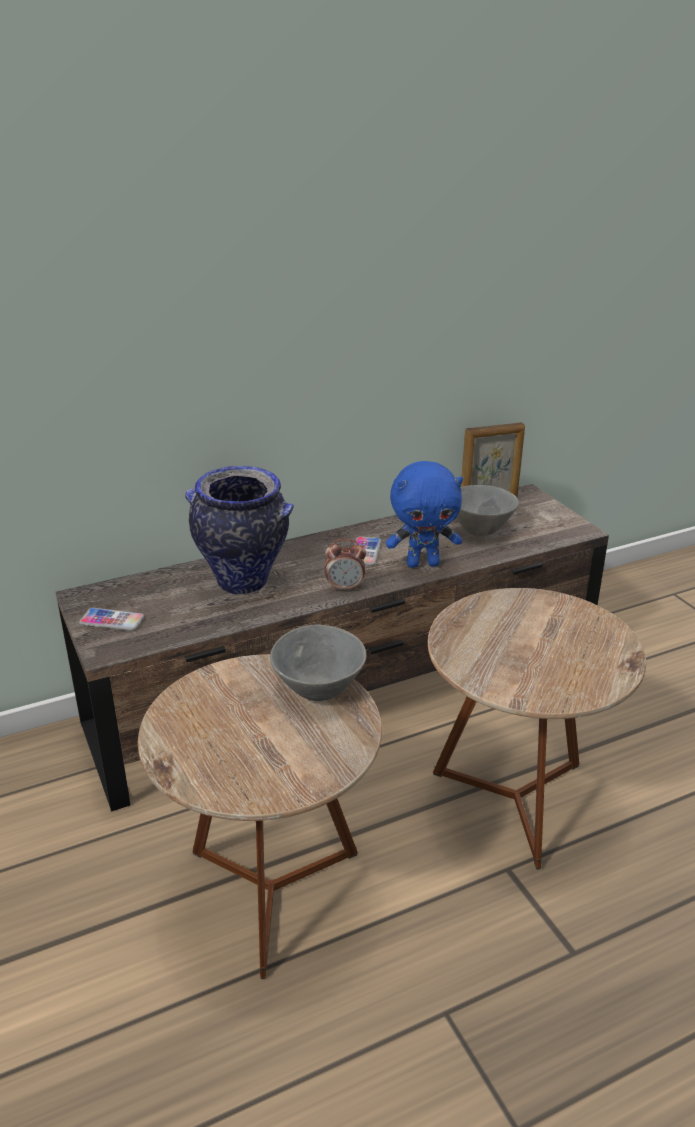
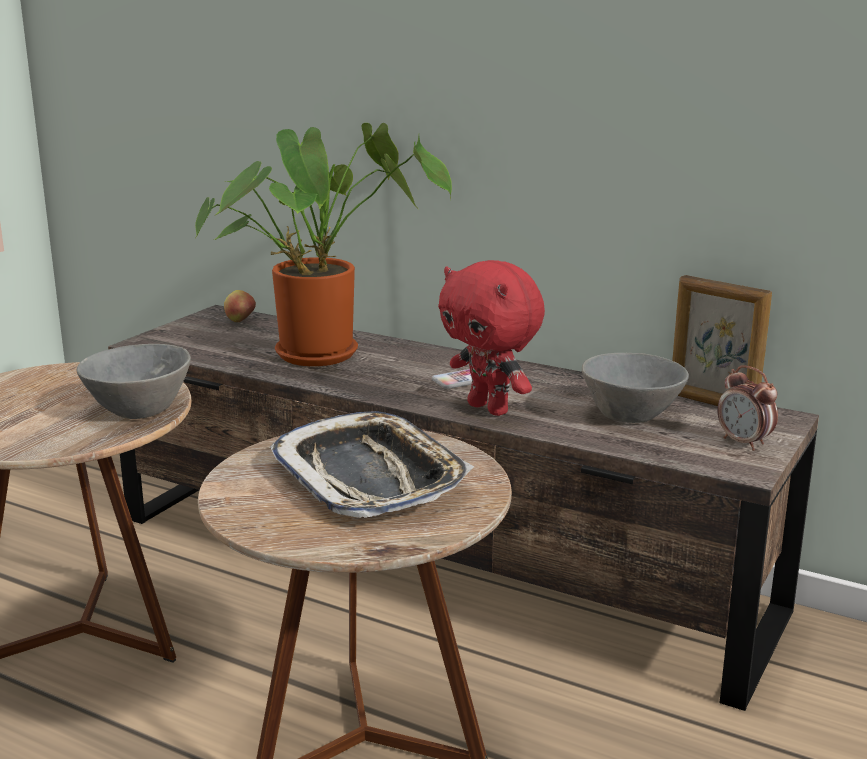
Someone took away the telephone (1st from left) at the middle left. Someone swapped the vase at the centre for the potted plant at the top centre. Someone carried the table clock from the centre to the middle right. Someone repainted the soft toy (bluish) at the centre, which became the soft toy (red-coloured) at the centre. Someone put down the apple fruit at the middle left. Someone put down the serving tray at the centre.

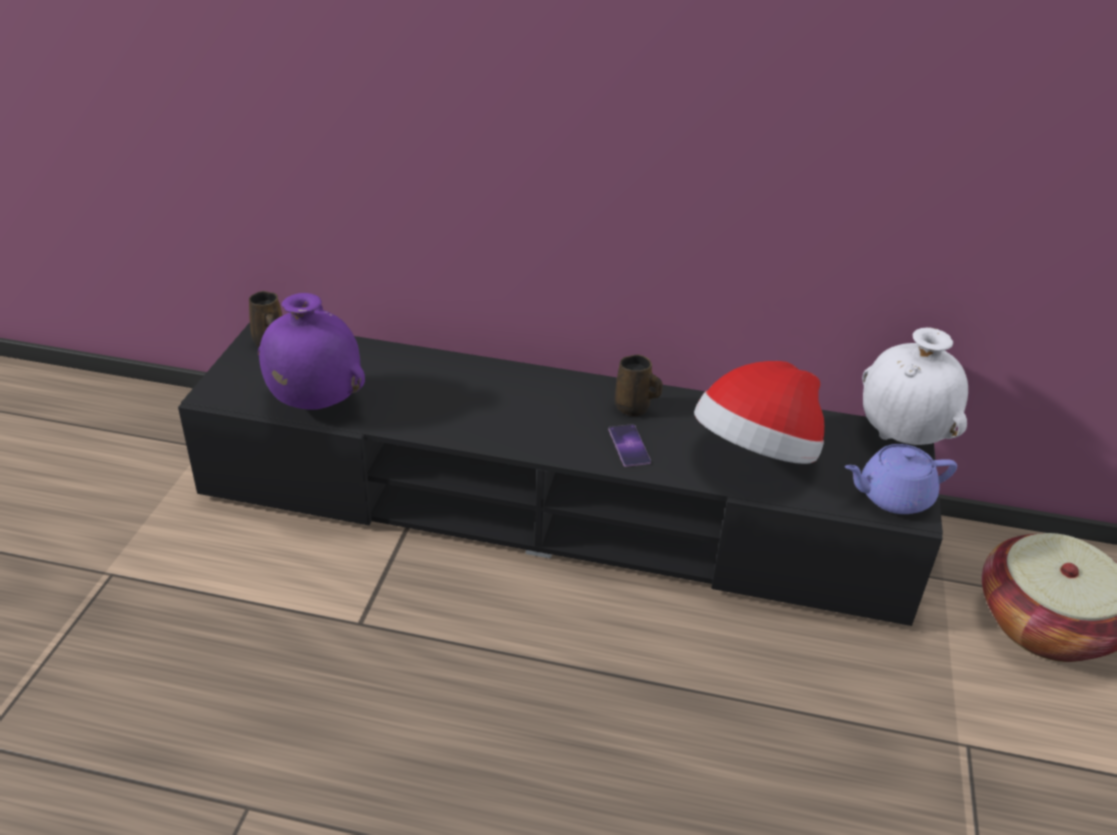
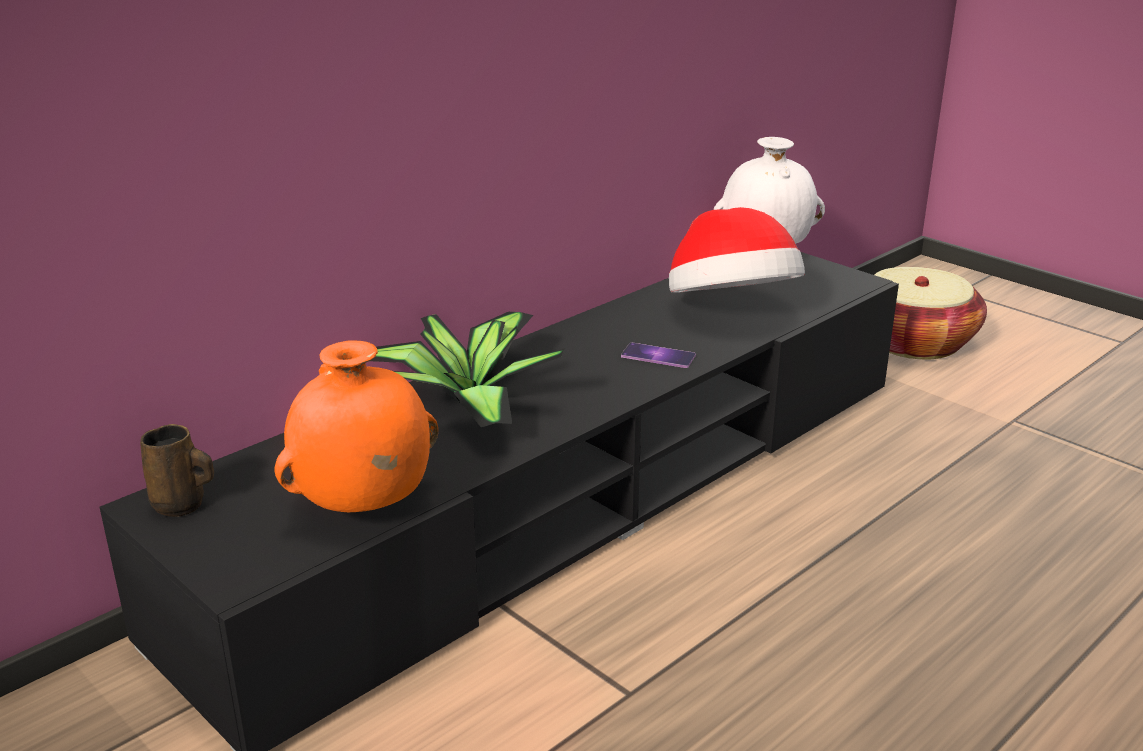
Someone repainted the vase (purple-coloured) at the middle left, which became the vase (orangey) at the middle left. Someone took away the mug (brown) (2nd from left) at the centre. Someone took away the teapot (purple-coloured) at the middle right. Someone put down the potted plant at the centre.

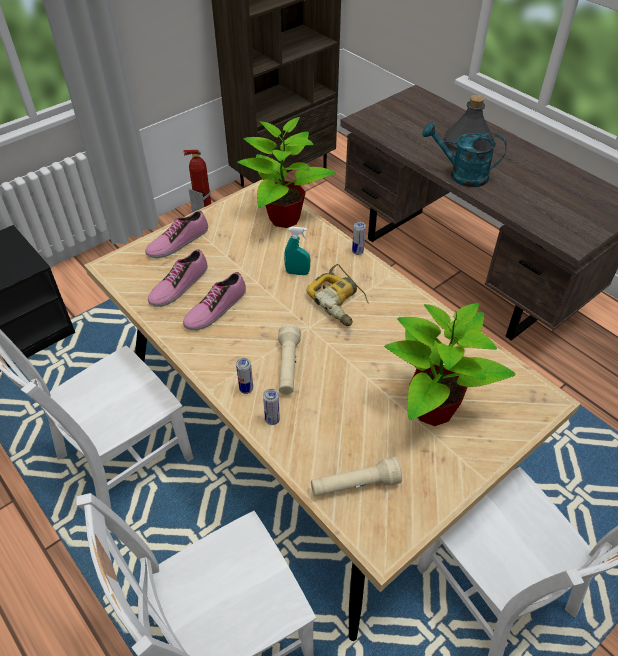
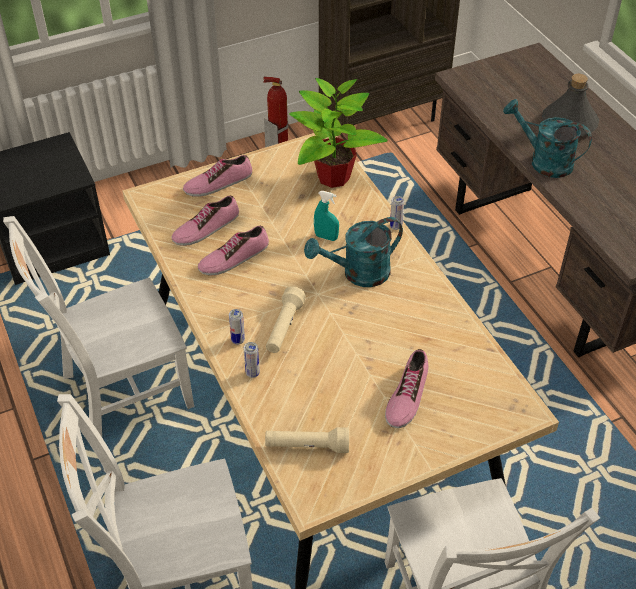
Someone swapped the drill at the centre for the sprinkling can (turquoise) (1st from left) at the centre. Someone swapped the potted plant (2nd from left) at the middle right for the low shoe (4th from left) at the centre.

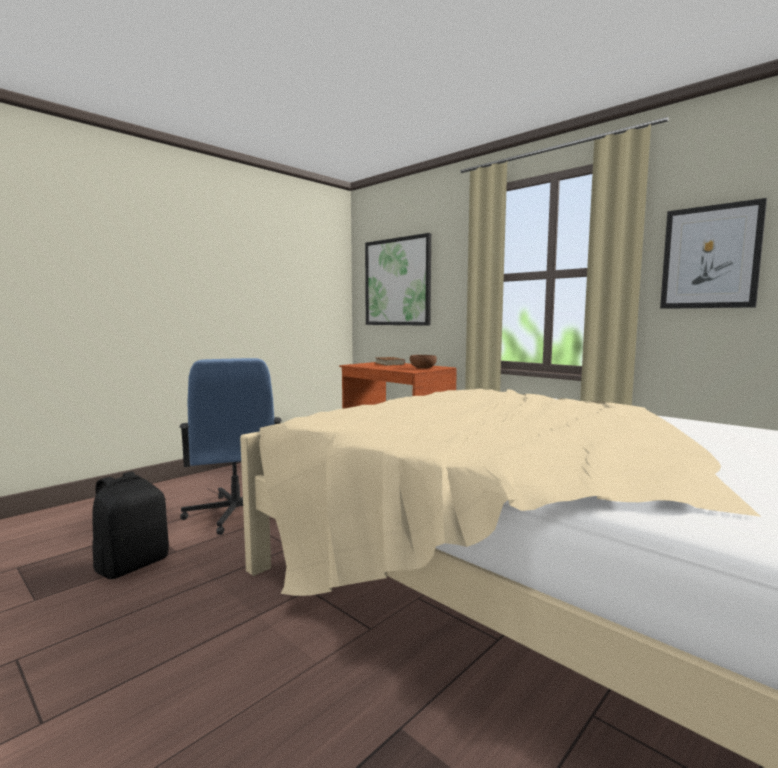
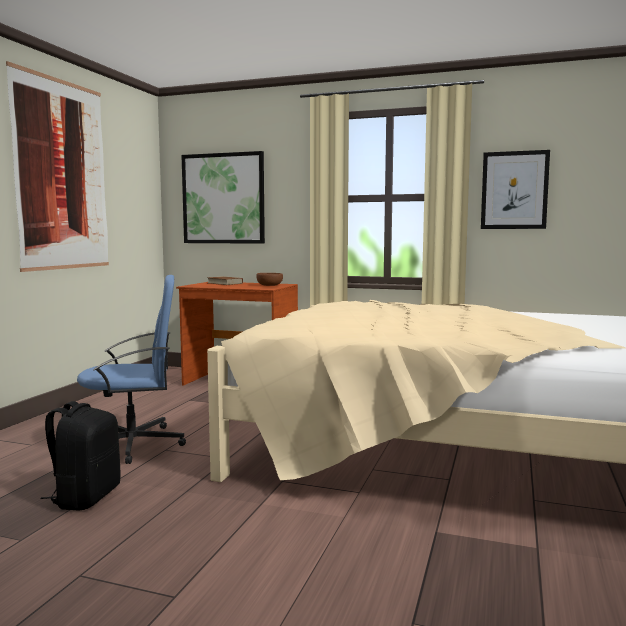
Someone rotated the computer chair (bluish) at the middle left by 60 degrees counterclockwise. Someone put up the wall art (1st from left) at the top left.

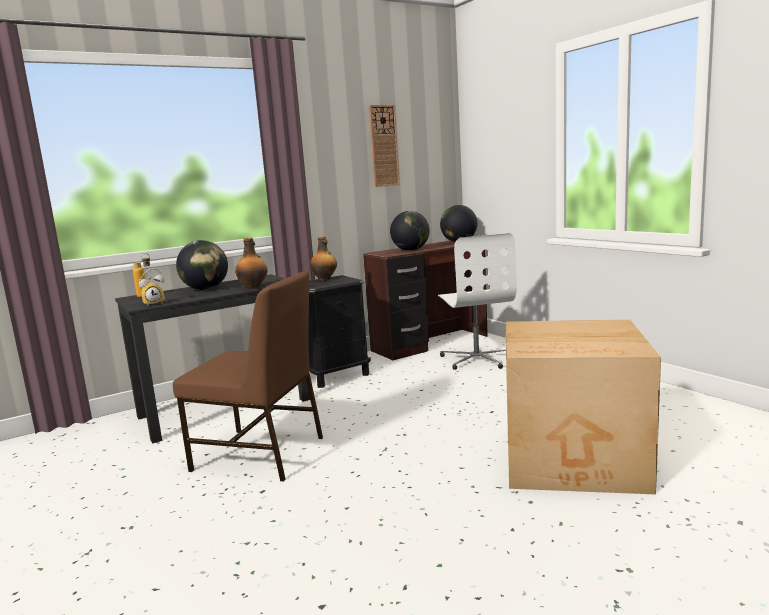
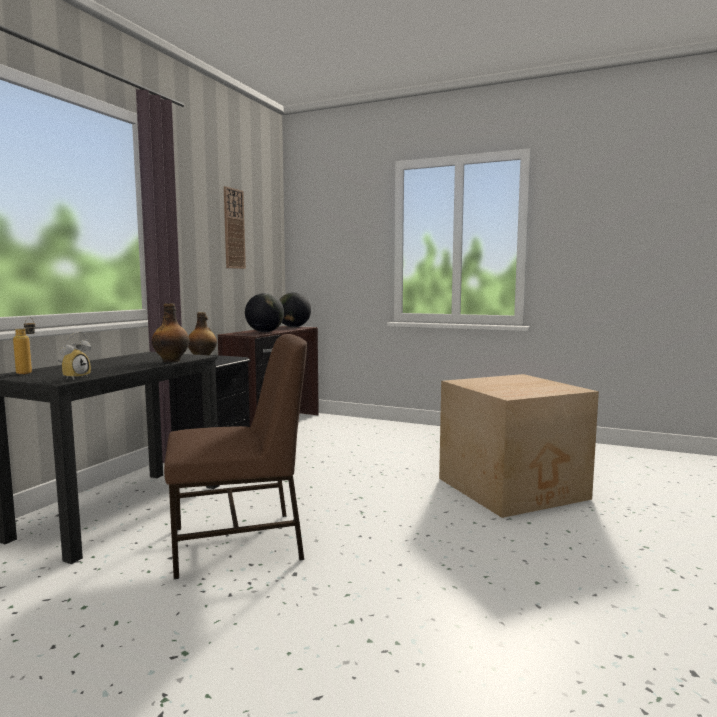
Someone took away the desk globe (1st from left) at the middle left. Someone took away the computer chair (white) at the centre.

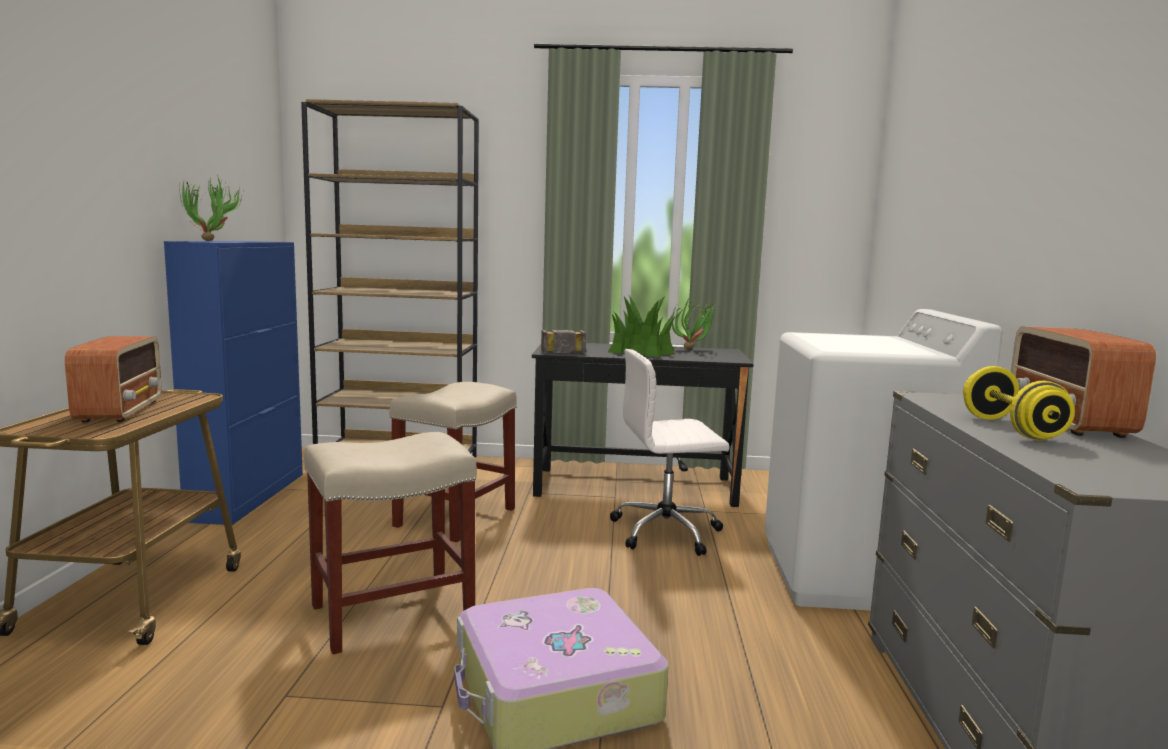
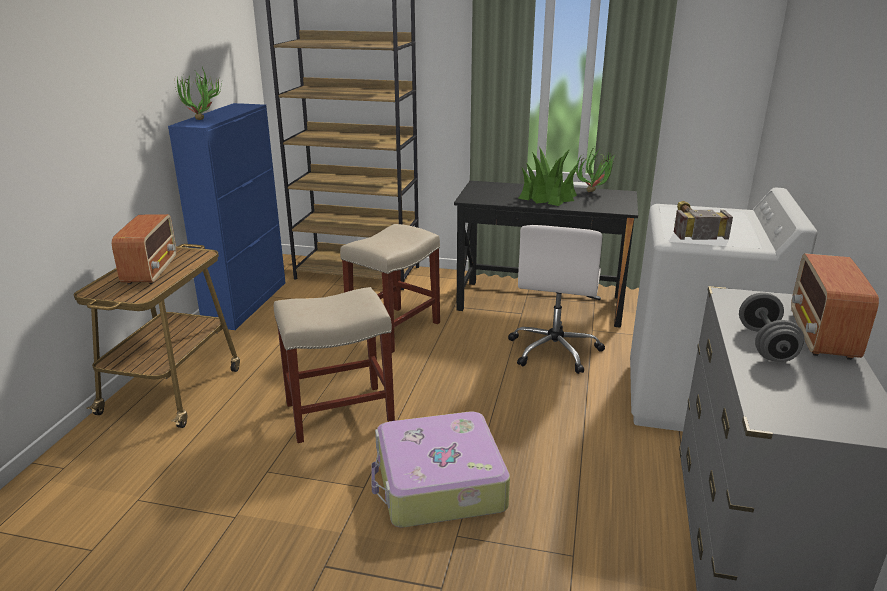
Someone carried the tool hammer from the centre to the middle right. Someone rotated the computer chair (white) at the centre by 75 degrees counterclockwise. Someone repainted the dumbbell (yellow) at the middle right, which became the dumbbell (grey) at the middle right.

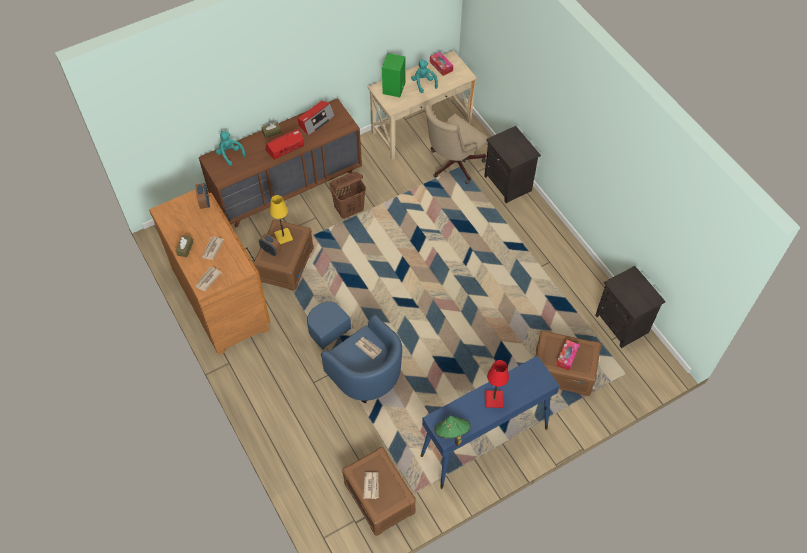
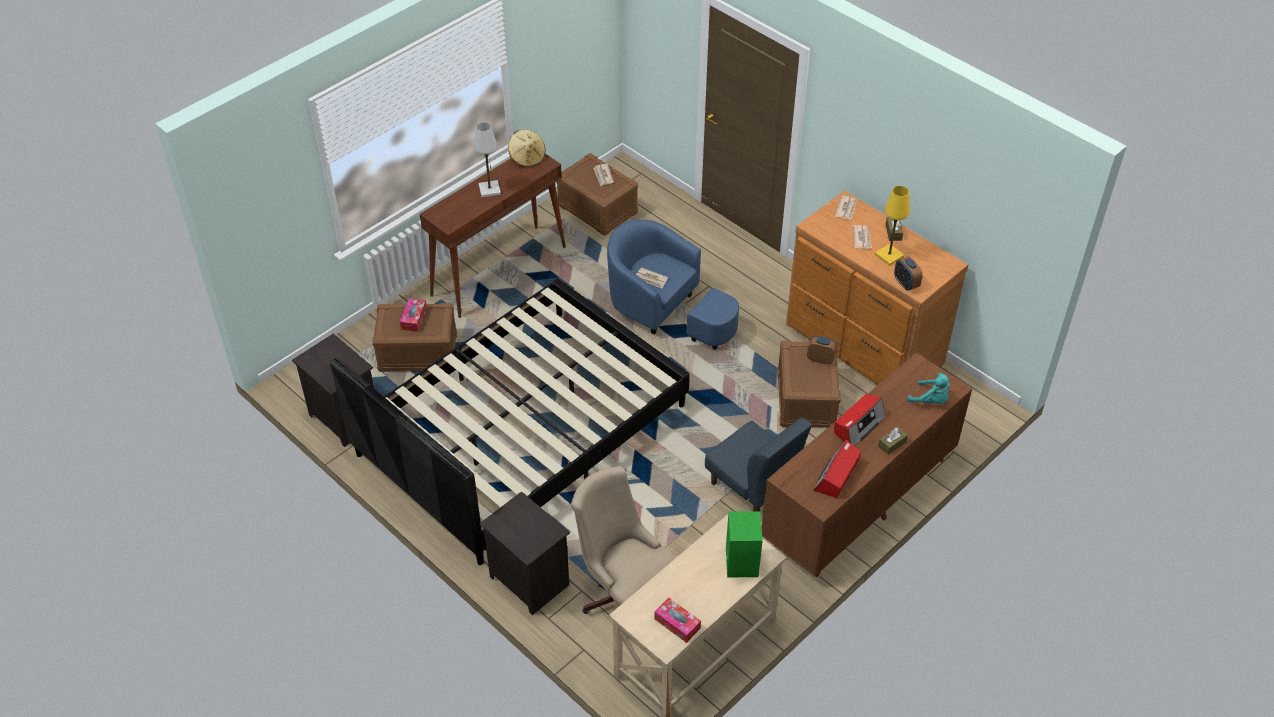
Someone carried the table lamp (yellow) from the centre to the top right. Someone swapped the hamper (brown) at the centre for the plain chair (bluish) at the centre. Someone took away the soft toy (turquoise) (2nd from left) at the top centre. Someone repainted the console table (bluish) at the bottom centre, which became the console table (brown) at the top centre. Someone rotated the computer chair (sand-coloured) at the top centre by 75 degrees counterclockwise. Someone repainted the clothing hat (green-coloured) at the bottom centre, which became the clothing hat (sand-coloured) at the top centre. Someone repainted the table lamp (red-coloured) at the bottom centre, which became the table lamp (white) at the top centre. Someone put down the sleeping bed (blackish) at the centre.

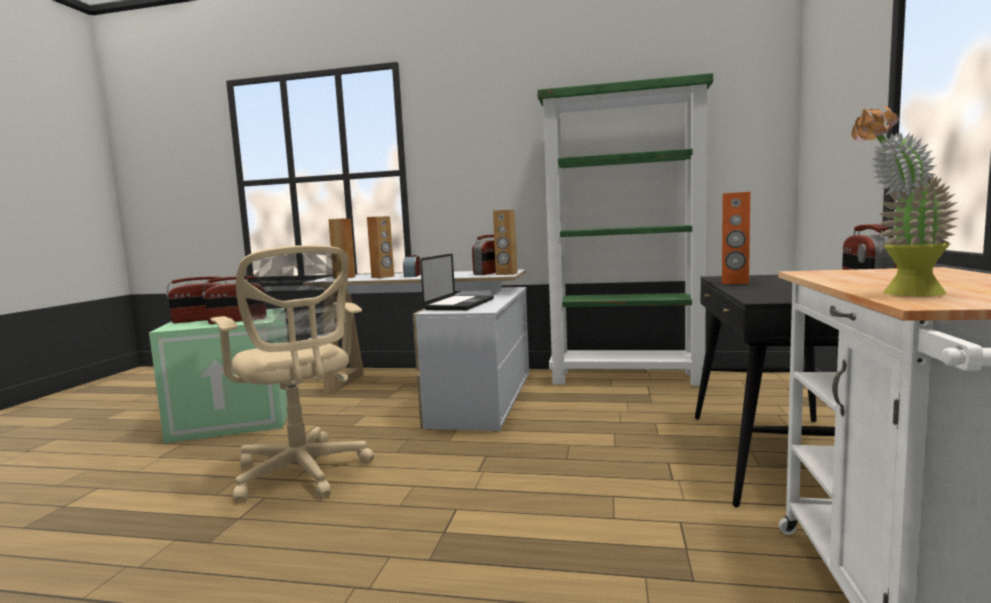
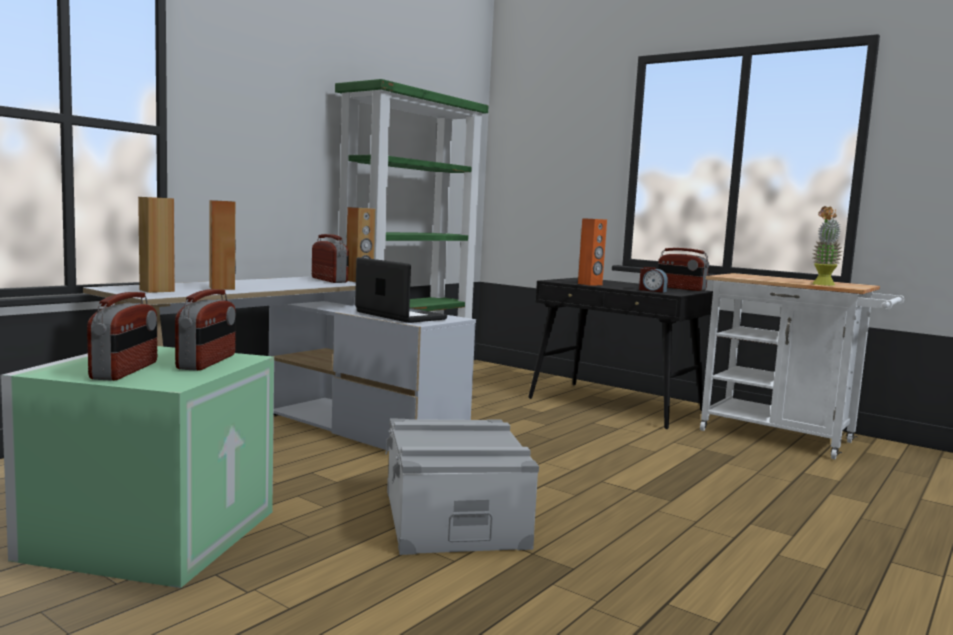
Someone swapped the computer chair (sand-coloured) at the middle left for the storage box (grey) at the bottom centre. Someone carried the table clock from the centre to the middle right.

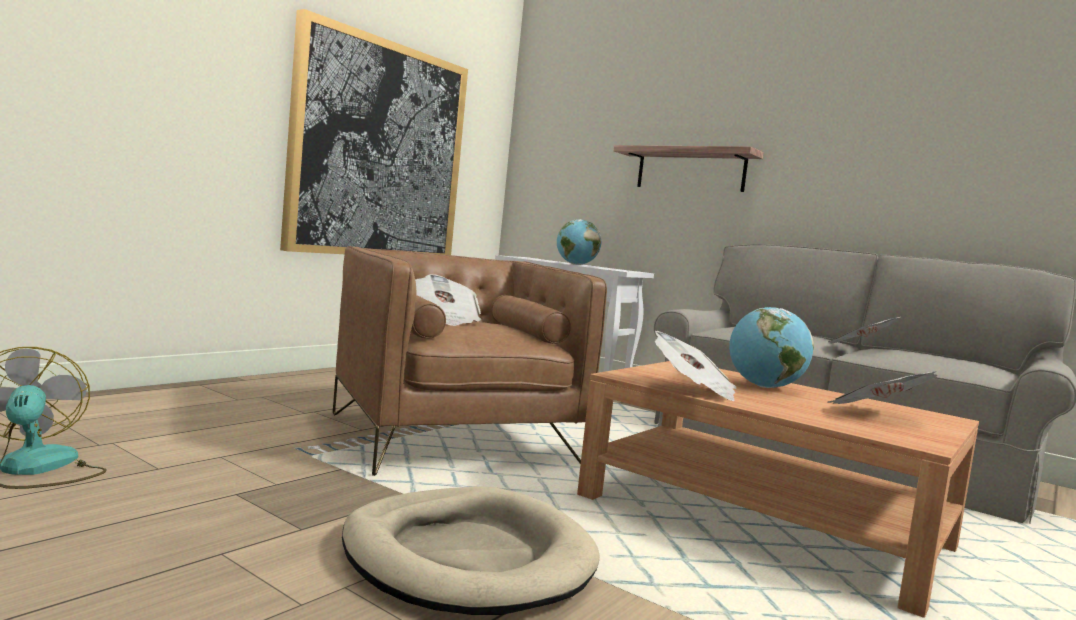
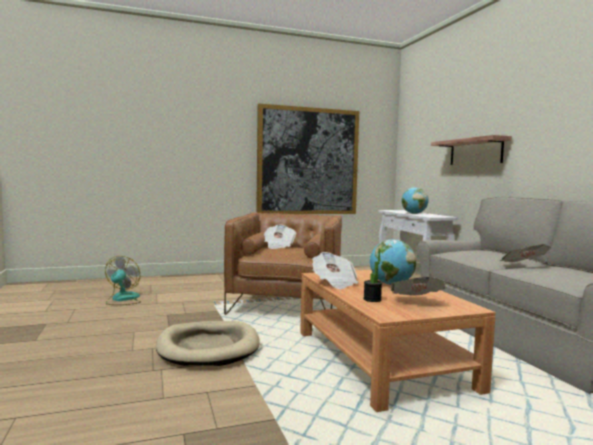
Someone put down the potted plant at the centre.

